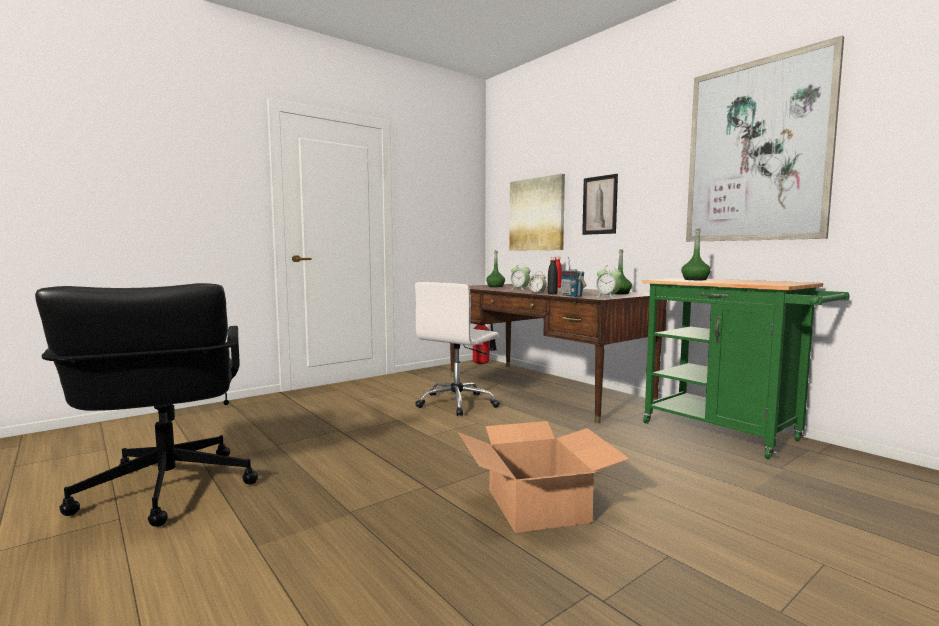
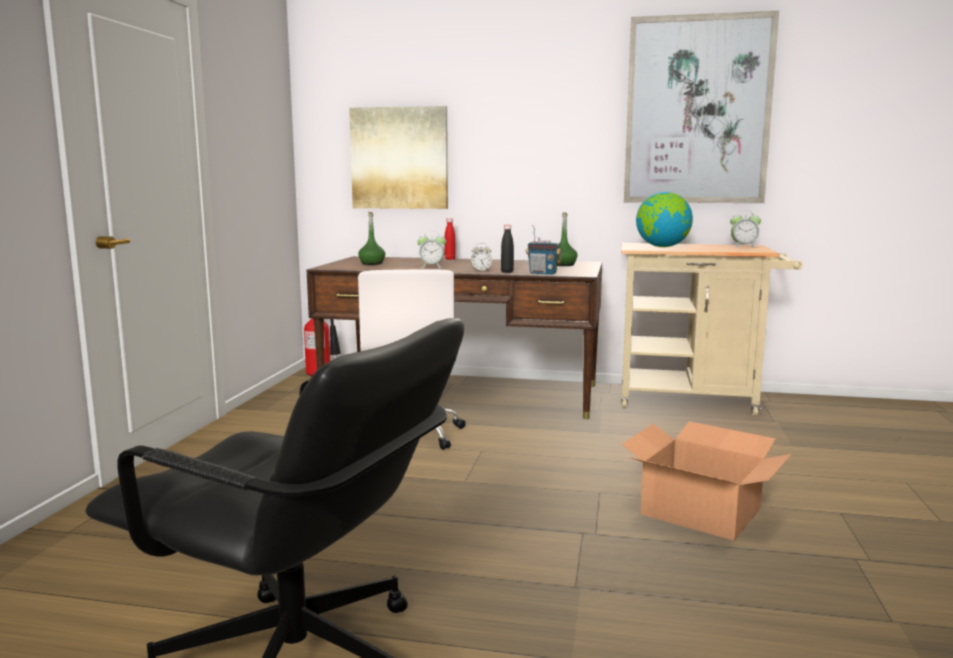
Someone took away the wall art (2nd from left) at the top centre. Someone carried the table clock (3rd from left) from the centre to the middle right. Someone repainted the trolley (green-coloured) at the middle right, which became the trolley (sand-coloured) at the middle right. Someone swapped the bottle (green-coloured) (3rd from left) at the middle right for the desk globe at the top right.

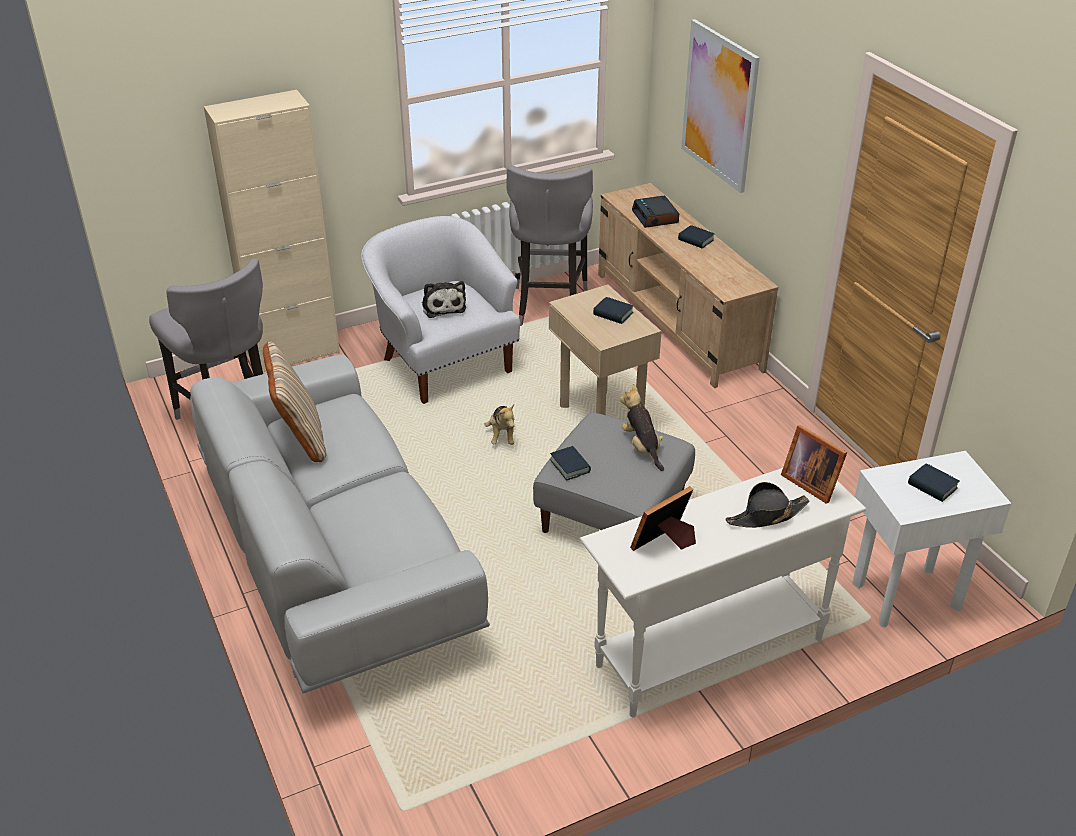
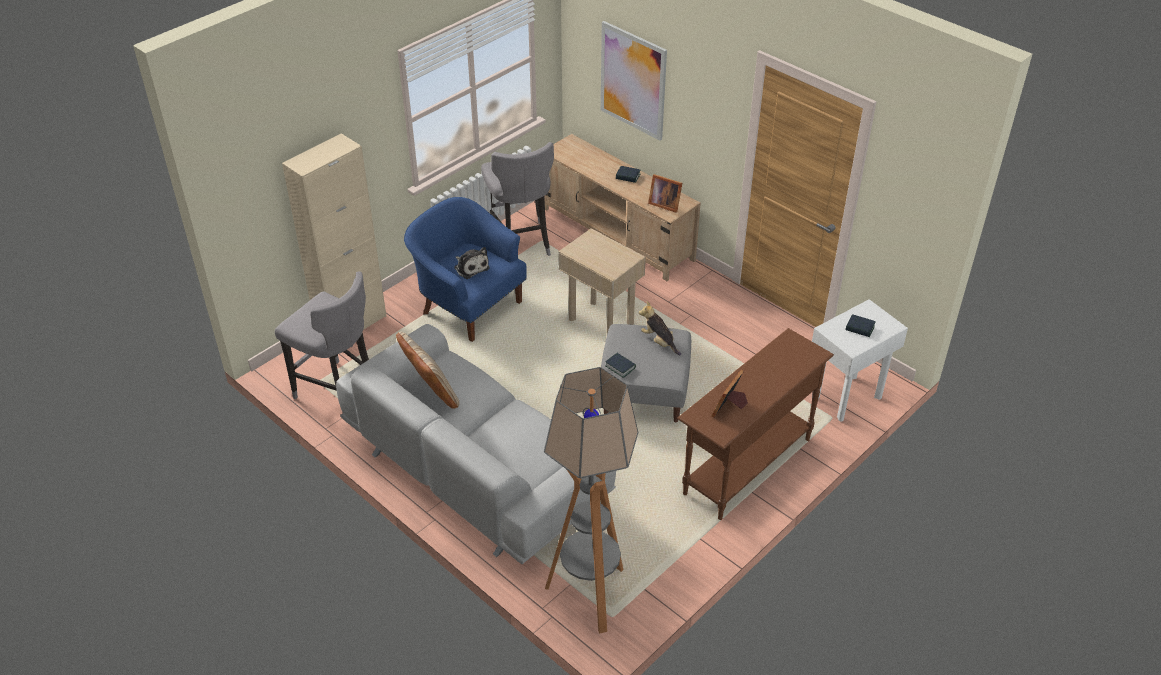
Someone repainted the armchair (white) at the centre, which became the armchair (bluish) at the centre. Someone took away the soft toy (2nd from left) at the centre. Someone repainted the console table (white) at the bottom right, which became the console table (brown) at the centre. Someone took away the bound book (2nd from left) at the centre. Someone took away the table clock at the top centre. Someone took away the clothing hat (blackish) at the middle right. Someone carried the picture frame (2nd from left in the first image) from the middle right to the top centre. Someone put down the standing lamp at the bottom centre.

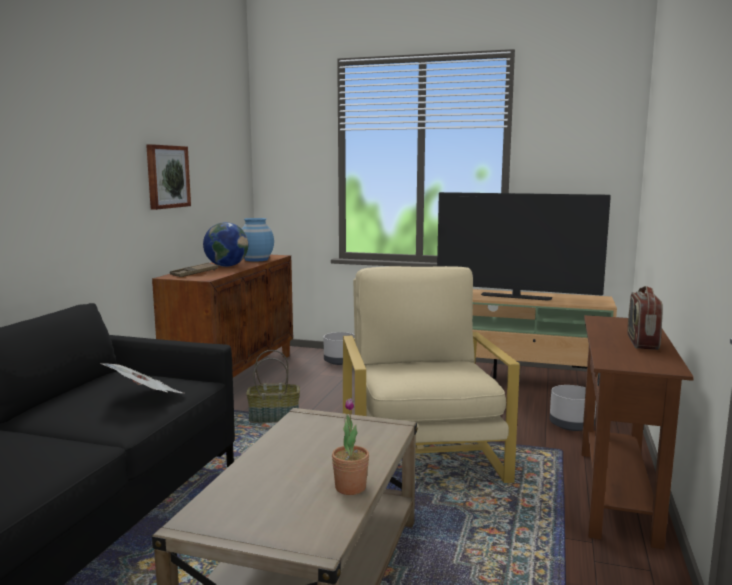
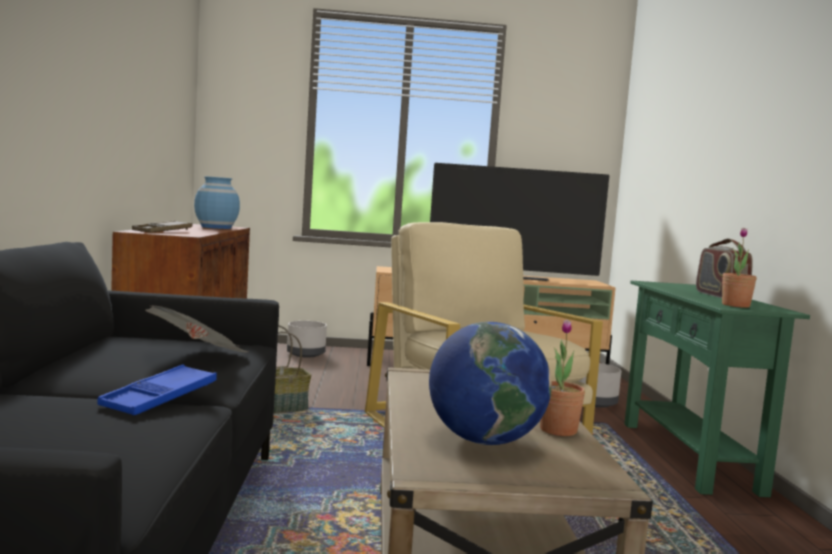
Someone took away the wall art at the top left. Someone carried the desk globe from the middle left to the bottom centre. Someone repainted the console table (brown) at the bottom right, which became the console table (green-coloured) at the bottom right. Someone put down the serving tray (bluish) at the bottom left. Someone put down the potted plant (2nd from left) at the middle right.

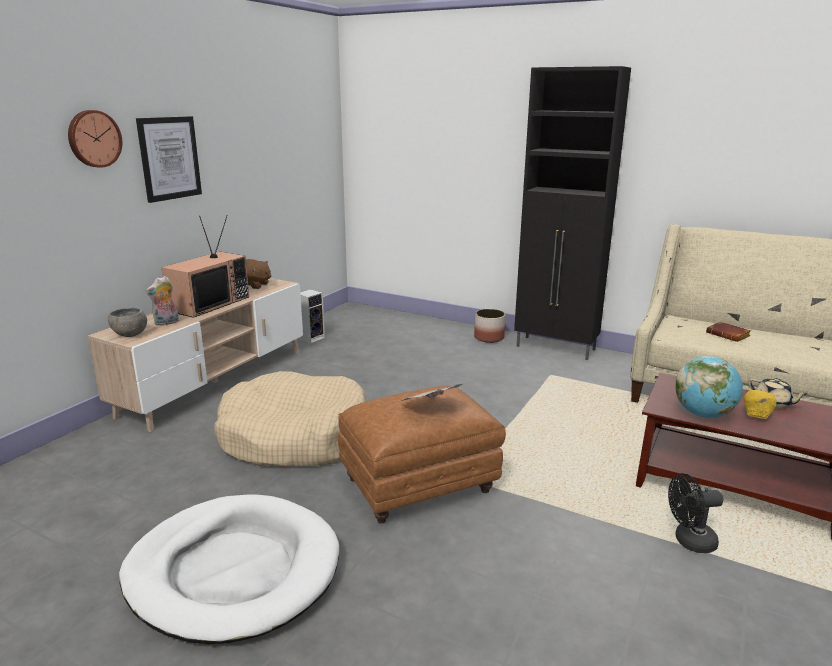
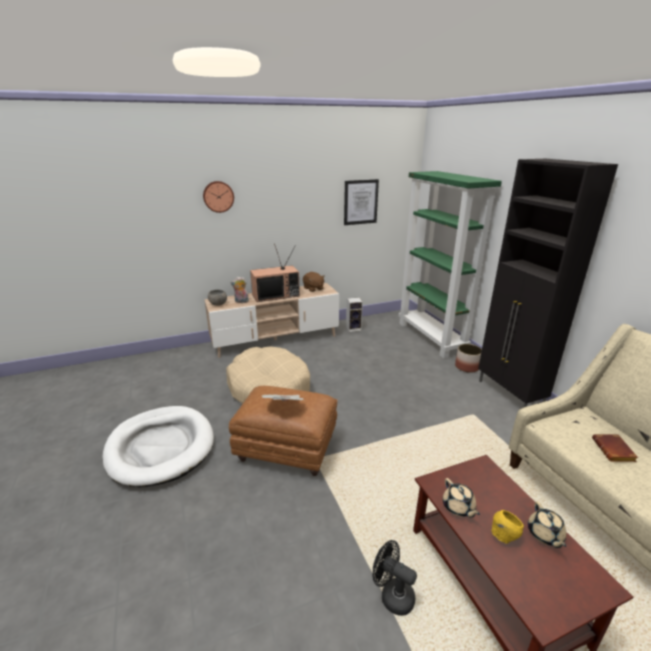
Someone carried the wall art from the top left to the top centre. Someone swapped the desk globe at the middle right for the teapot (sand-coloured) (1st from left) at the bottom right. Someone put down the shelving unit (green-coloured) at the middle right.

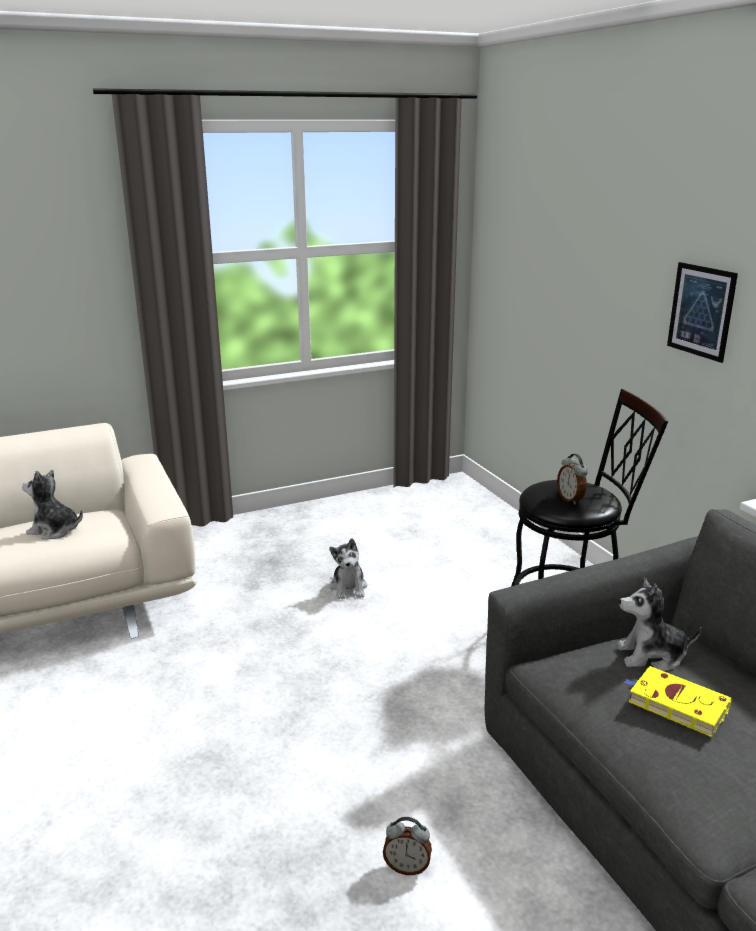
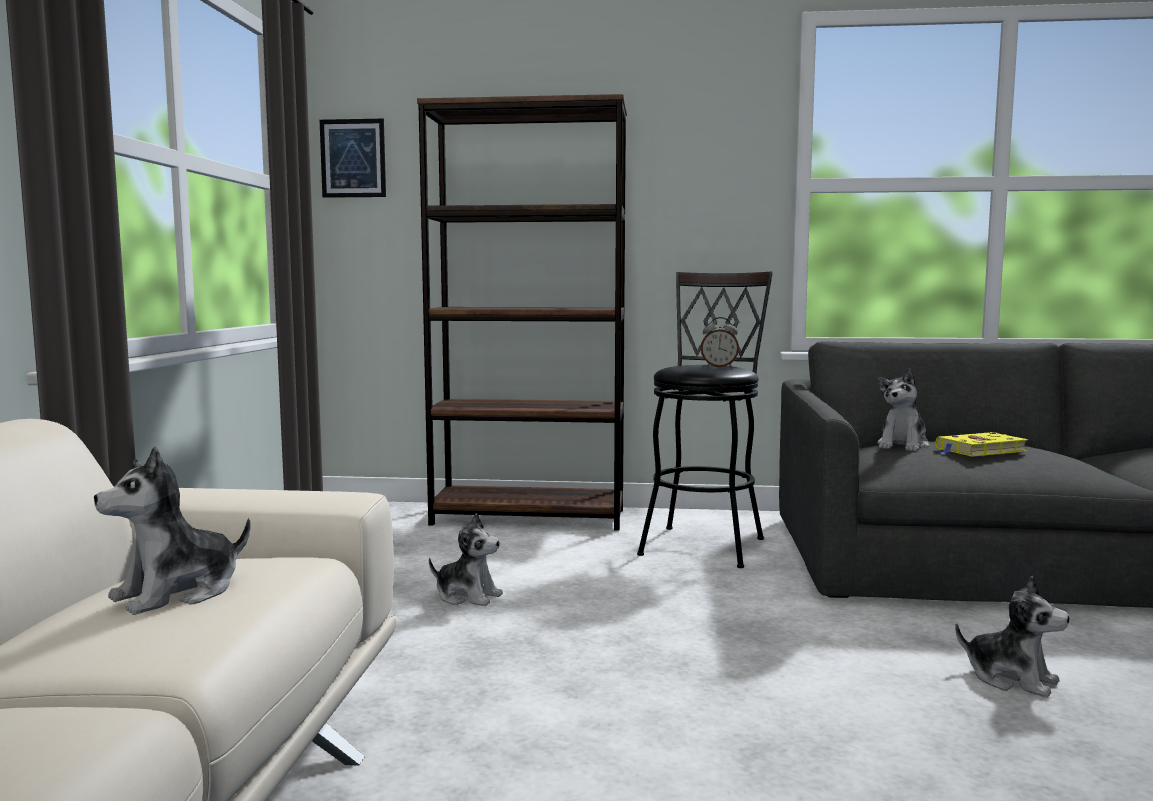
Someone swapped the table clock (1st from left) at the bottom centre for the soft toy (4th from left) at the bottom right. Someone carried the wall art from the middle right to the top left. Someone put down the shelving unit (brown) at the centre.

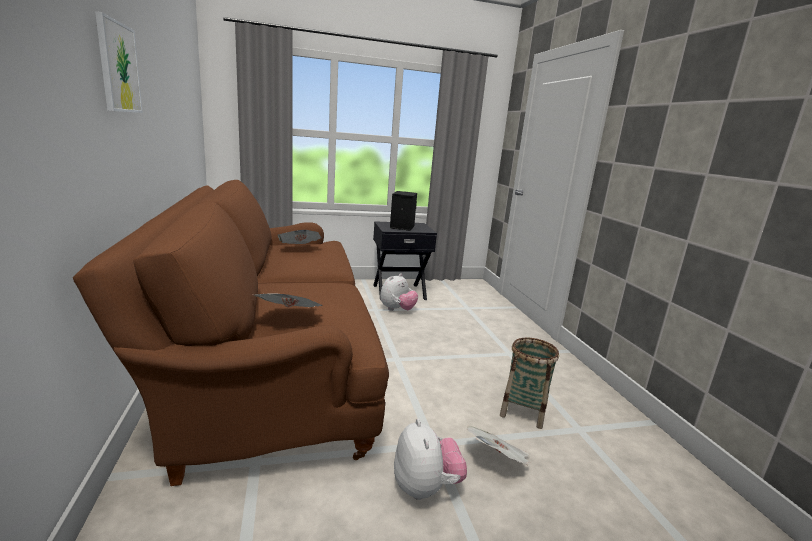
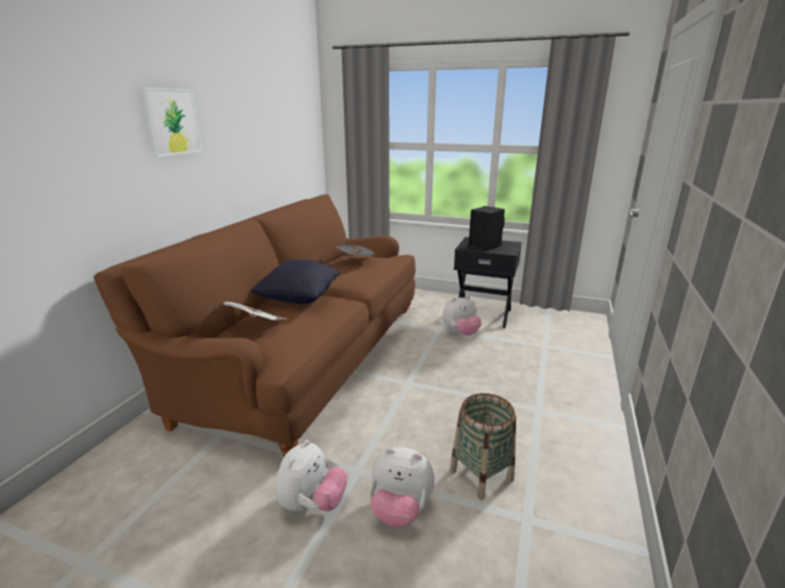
Someone swapped the printed paper (3rd from left) at the bottom centre for the soft toy (2nd from left) at the bottom centre. Someone put down the throw pillow (blackish) at the centre.

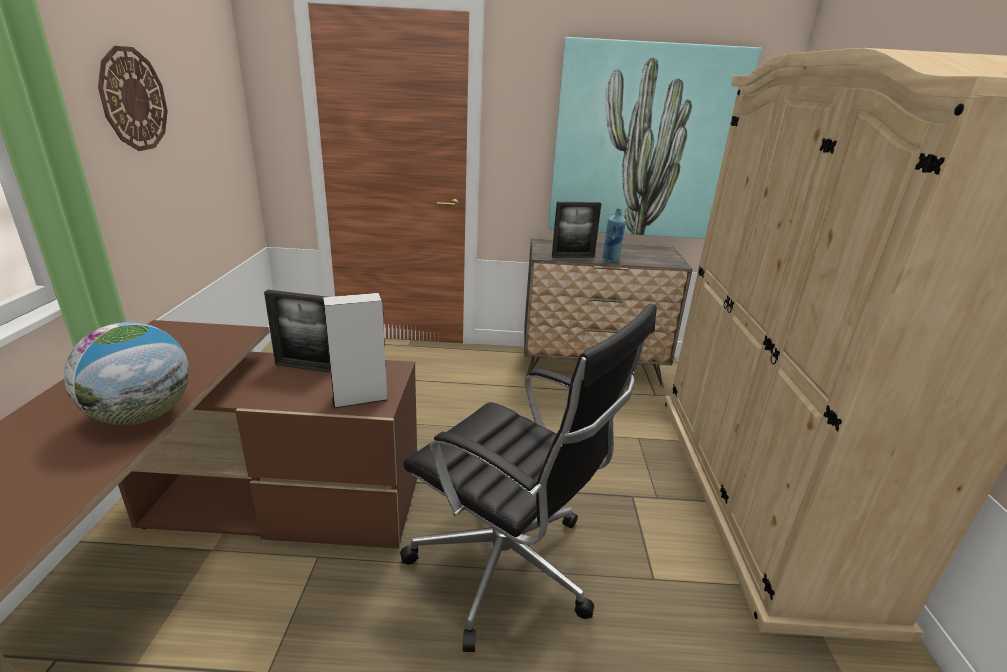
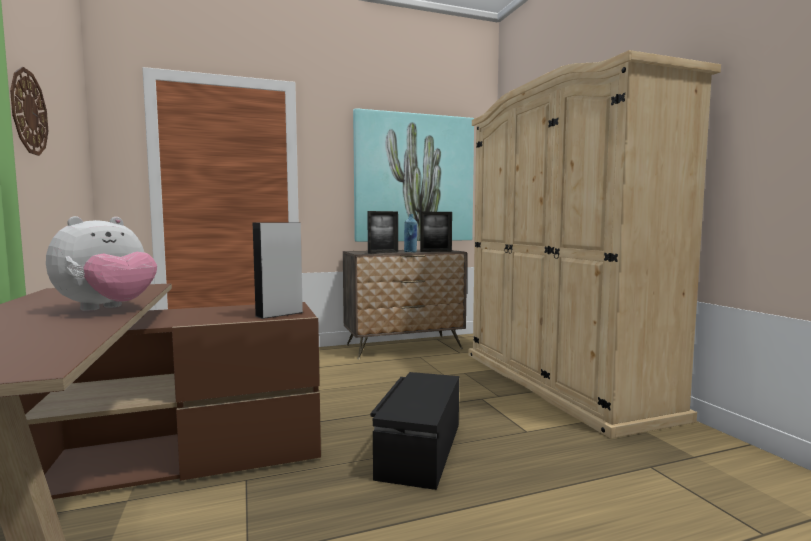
Someone swapped the desk globe at the middle left for the soft toy at the middle left. Someone carried the picture frame (1st from left in the first image) from the middle left to the centre. Someone swapped the computer chair (blackish) at the bottom centre for the storage box (blackish) at the bottom centre.

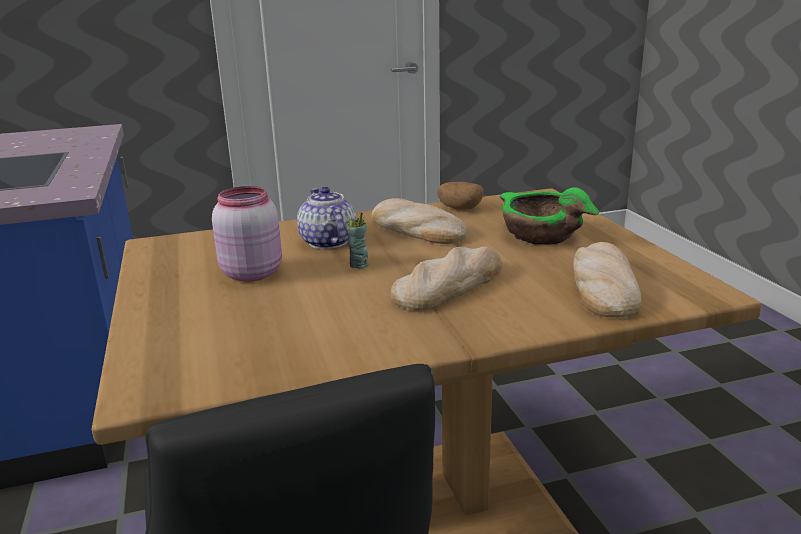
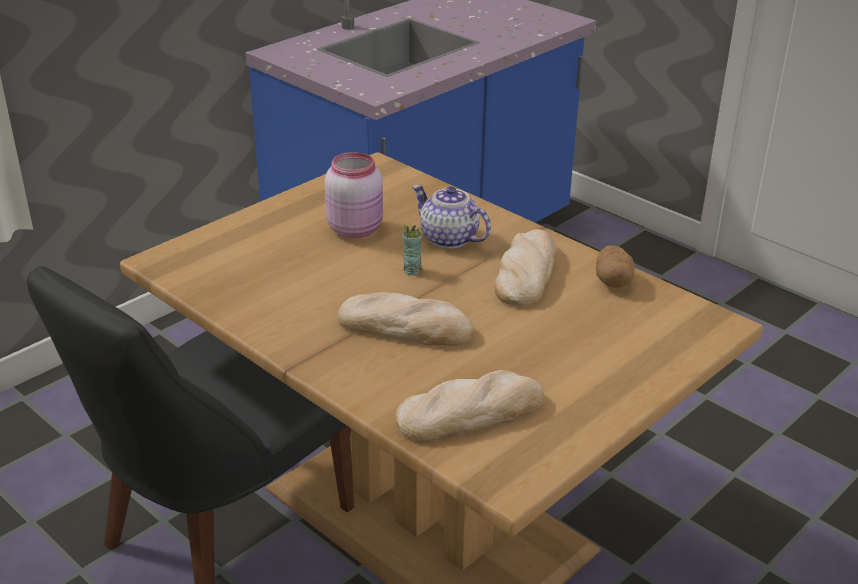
Someone rotated the teapot at the centre by 90 degrees counterclockwise. Someone took away the bowl (green-coloured) at the middle right.

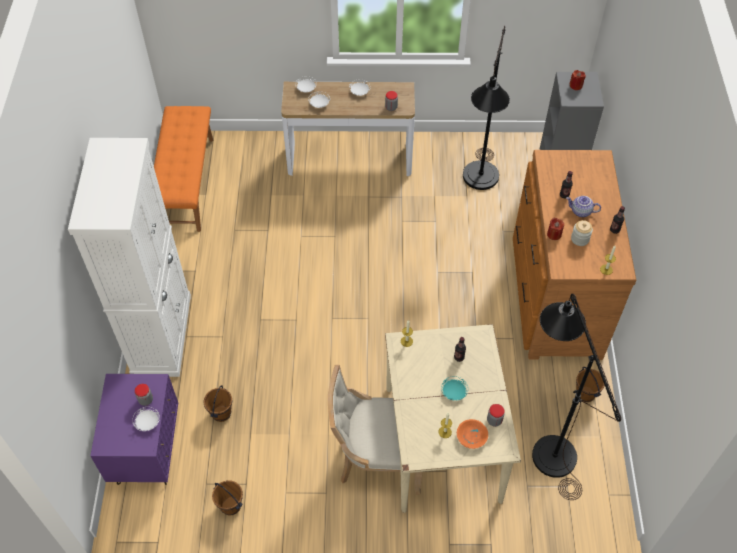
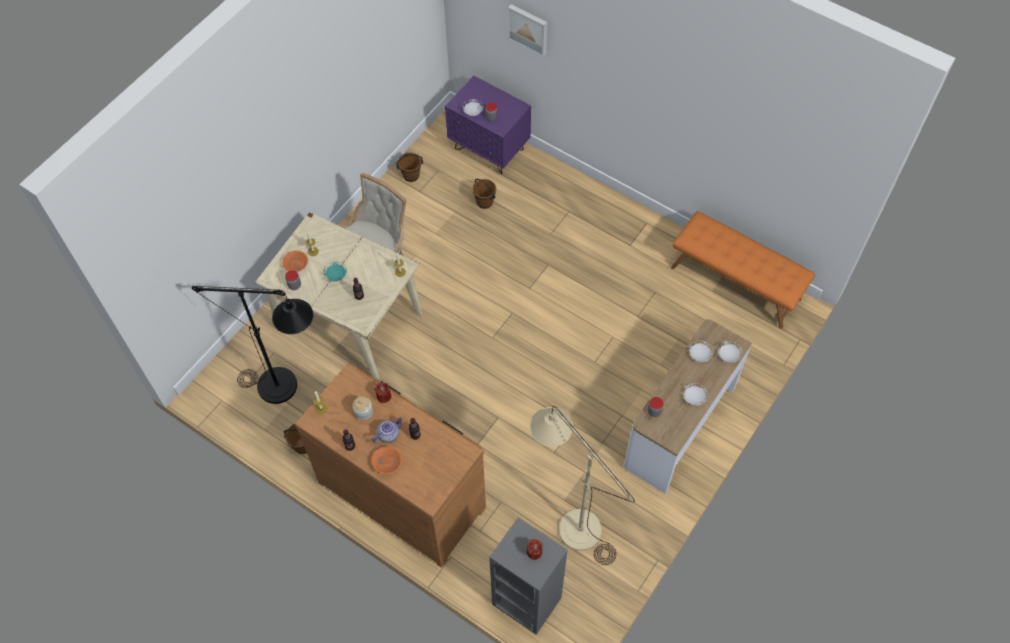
Someone took away the storage cabinet (white) at the middle left. Someone repainted the standing lamp (blackish) (1st from left) at the top centre, which became the standing lamp (sand-coloured) at the bottom centre. Someone put down the bowl (orangey) (2nd from left) at the bottom centre. Someone put up the wall art at the top centre.

